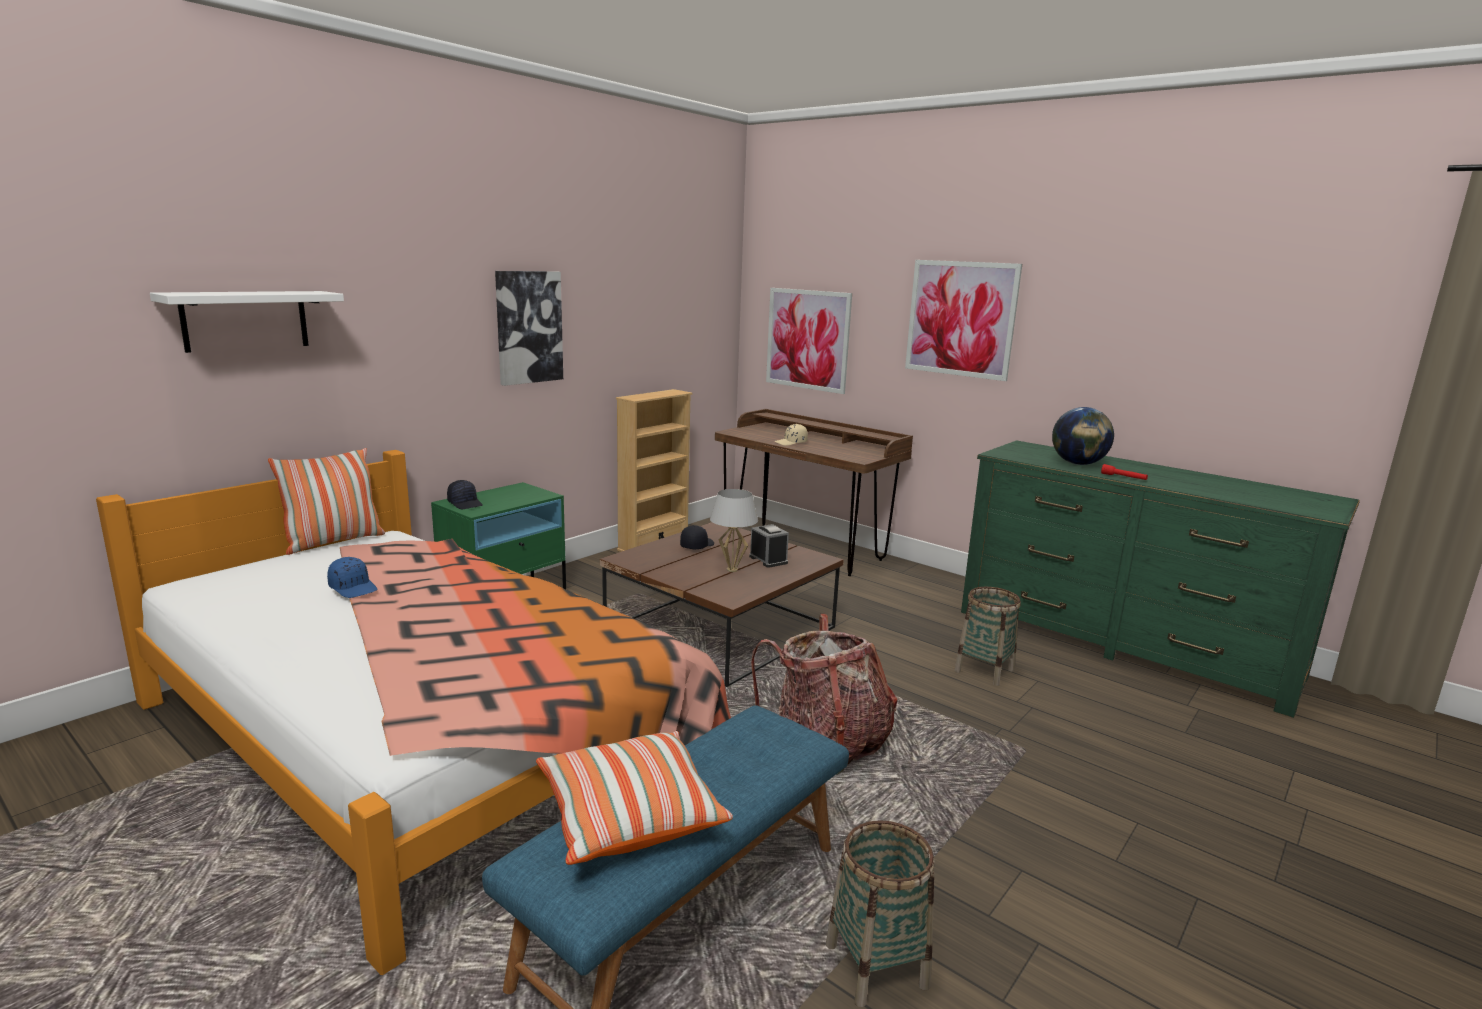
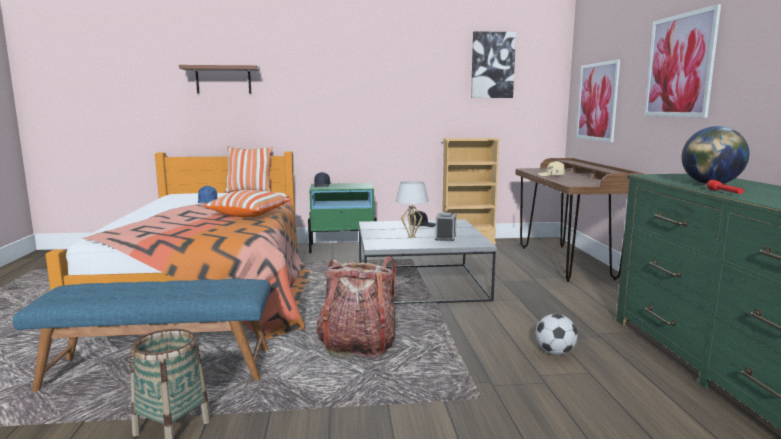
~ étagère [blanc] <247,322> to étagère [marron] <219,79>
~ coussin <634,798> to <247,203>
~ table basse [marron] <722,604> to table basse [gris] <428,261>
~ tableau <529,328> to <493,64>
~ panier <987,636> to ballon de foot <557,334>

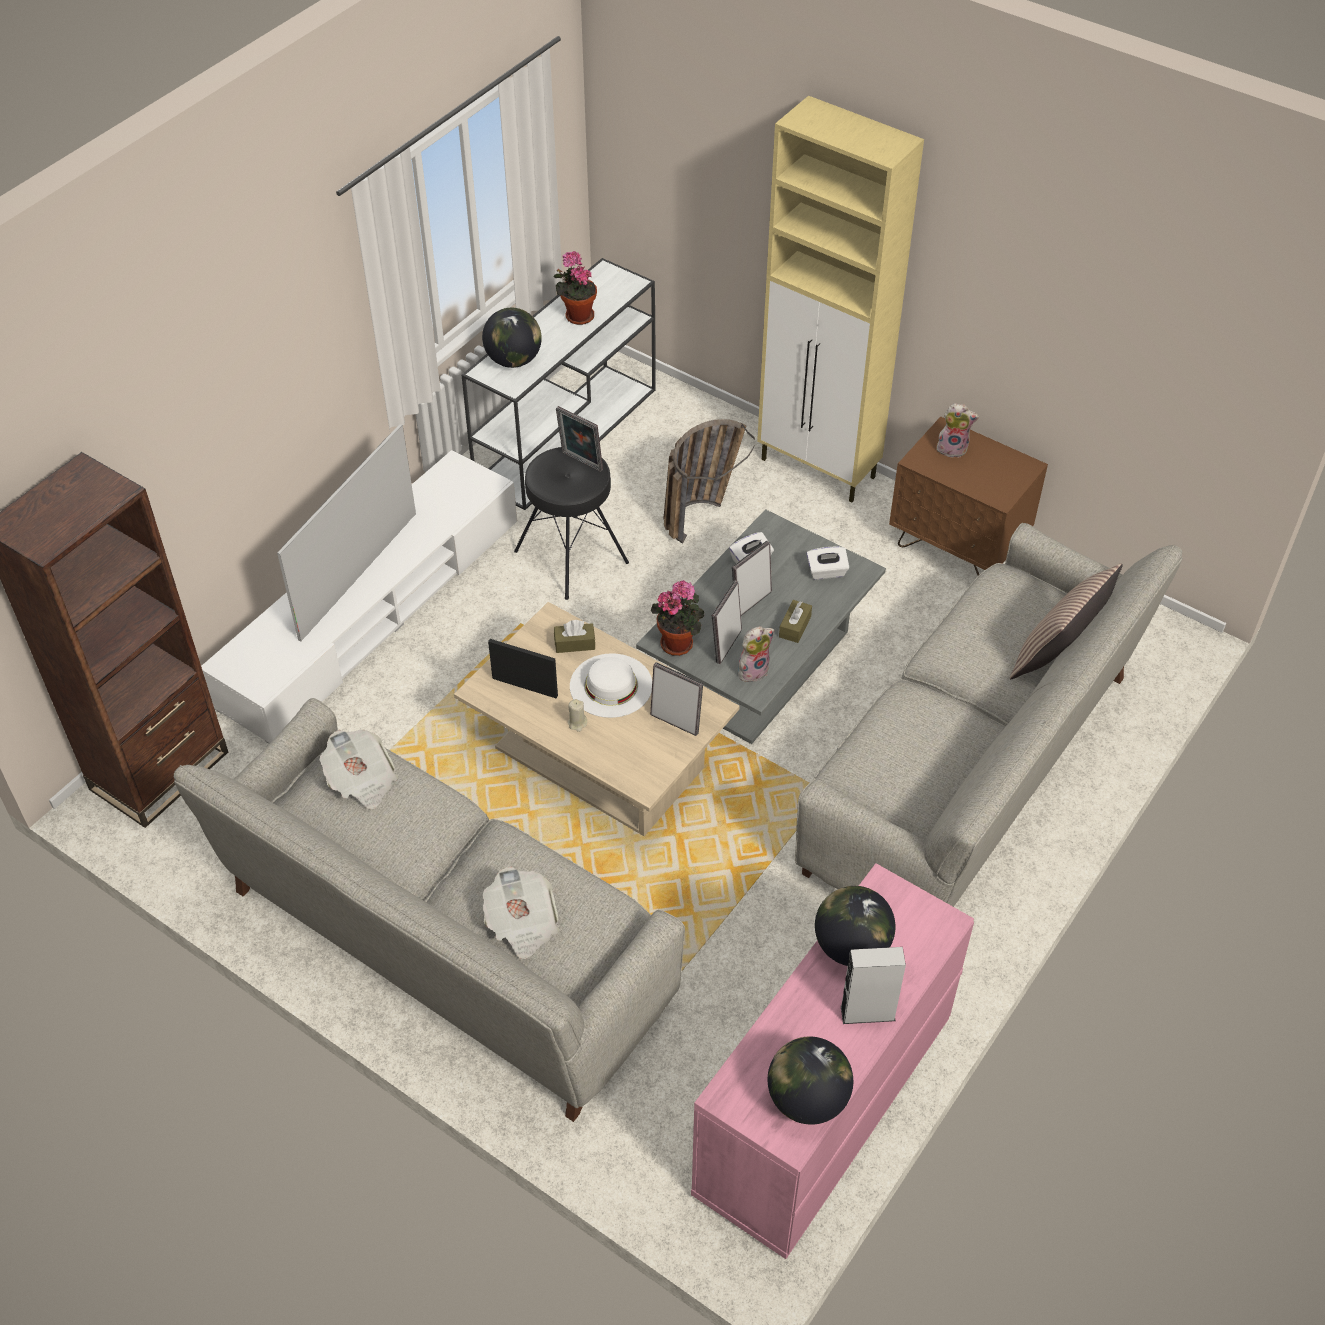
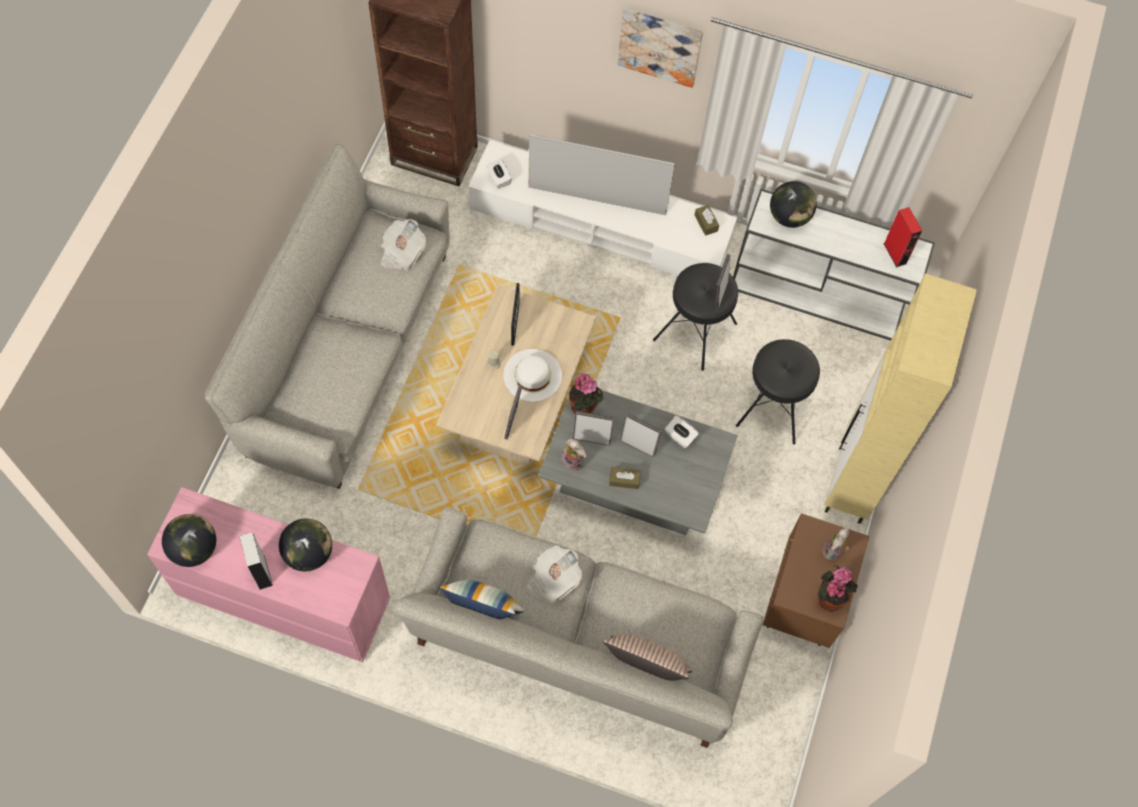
+ coussin <481,599>
~ boîte à mouchoirs [blanc] <827,563> to <499,173>
~ journal <521,912> to <554,574>
+ tableau <660,48>
~ boîte à mouchoirs [marron] <574,636> to <707,220>
~ panier <709,481> to tabouret [noir] <778,392>
~ plante en pot <575,288> to <838,589>
~ peluche <958,430> = <835,544> 45 degrees clockwise
+ enceinte [rouge] <902,237>

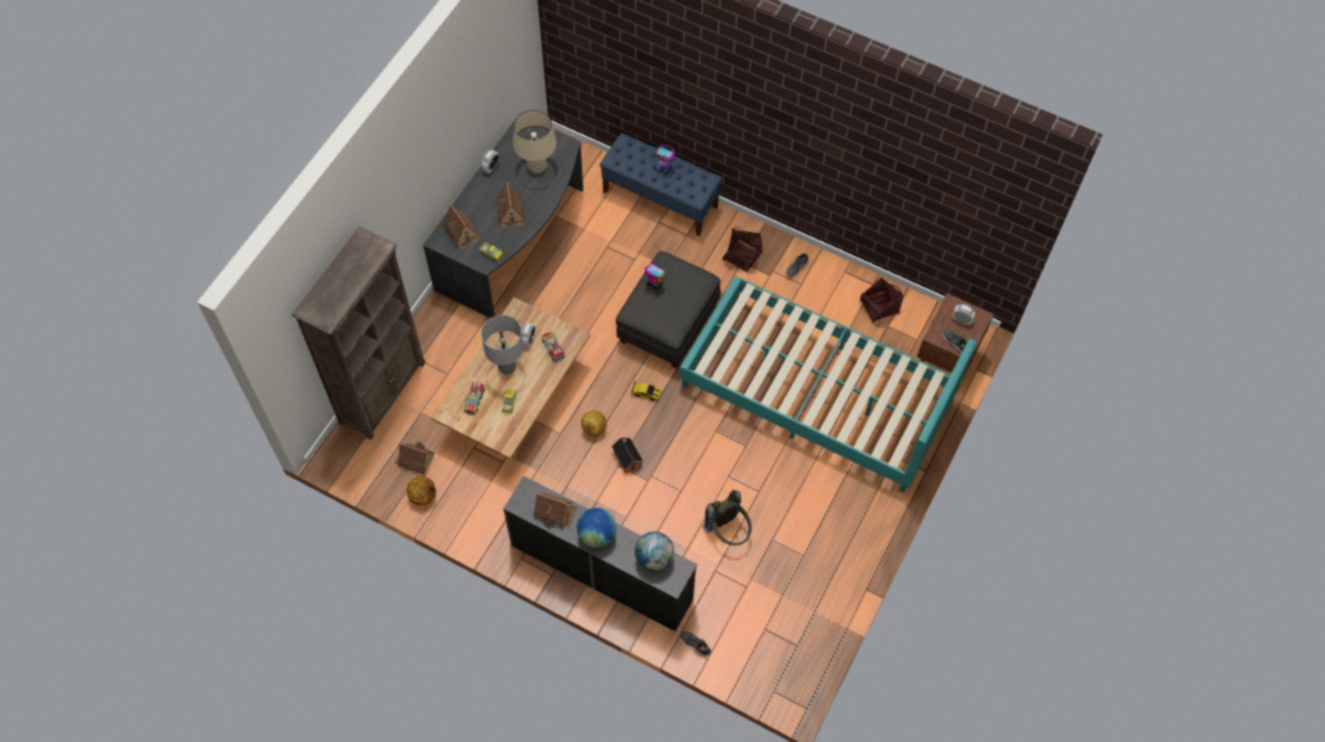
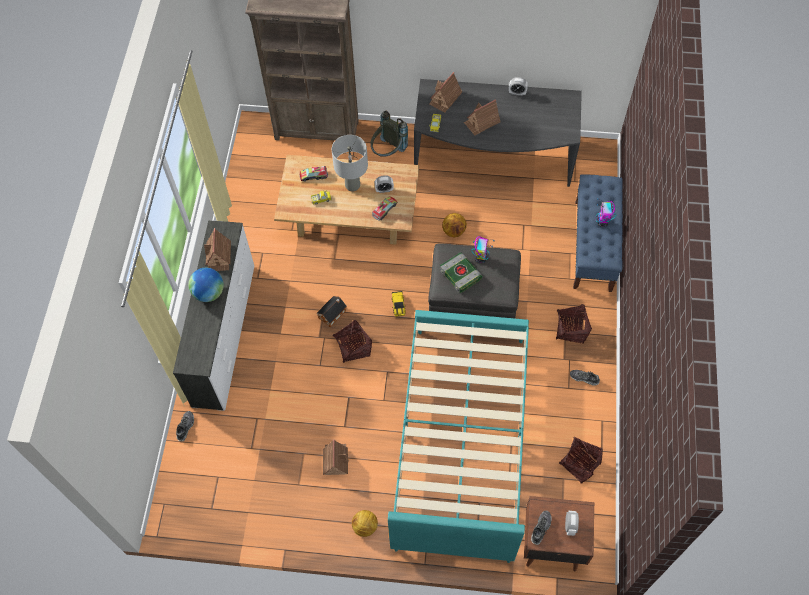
~ maison miniature <414,458> to <336,457>
+ panier <352,341>
~ ballon de foot <594,424> to <365,523>
~ sac à dos [gris] <727,517> to <389,134>
+ livre <461,272>
~ ballon de basket <421,490> to <454,225>
- lampe de table [beige] <535,142>
- globe <654,552>

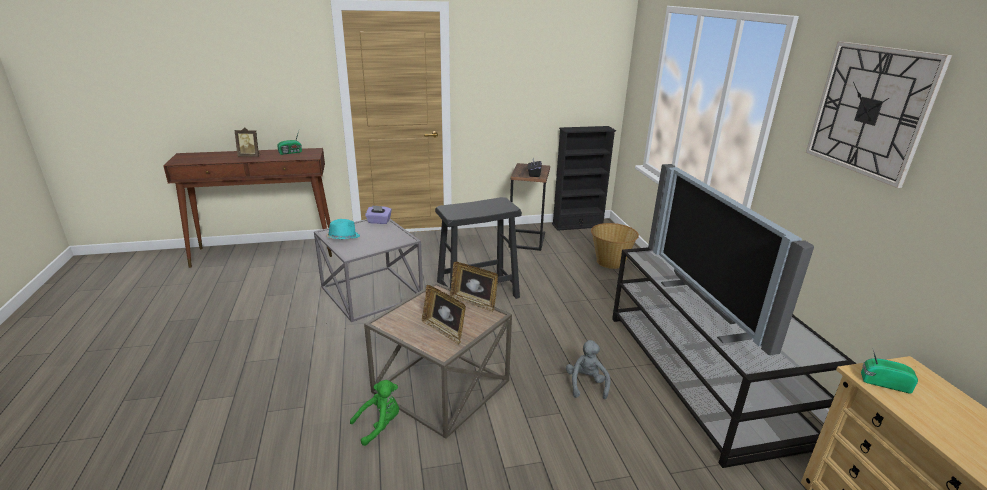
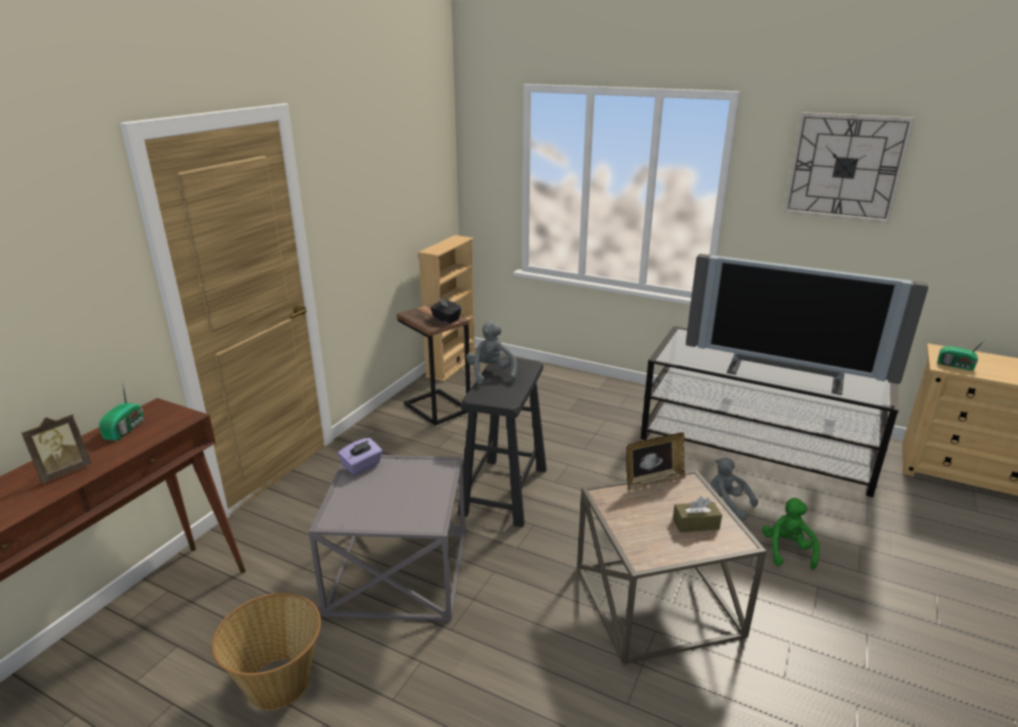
~ panier <615,246> to <266,651>
~ bibliothèque [noir] <584,178> to bibliothèque [beige] <446,308>
+ peluche [gris] <491,353>
~ cadre photo <444,315> to boîte à mouchoirs [marron] <697,514>
~ peluche [vert] <374,413> to <791,534>
~ radio <889,371> = <962,354> 120 degrees counterclockwise
- chapeau [turquoise] <343,229>

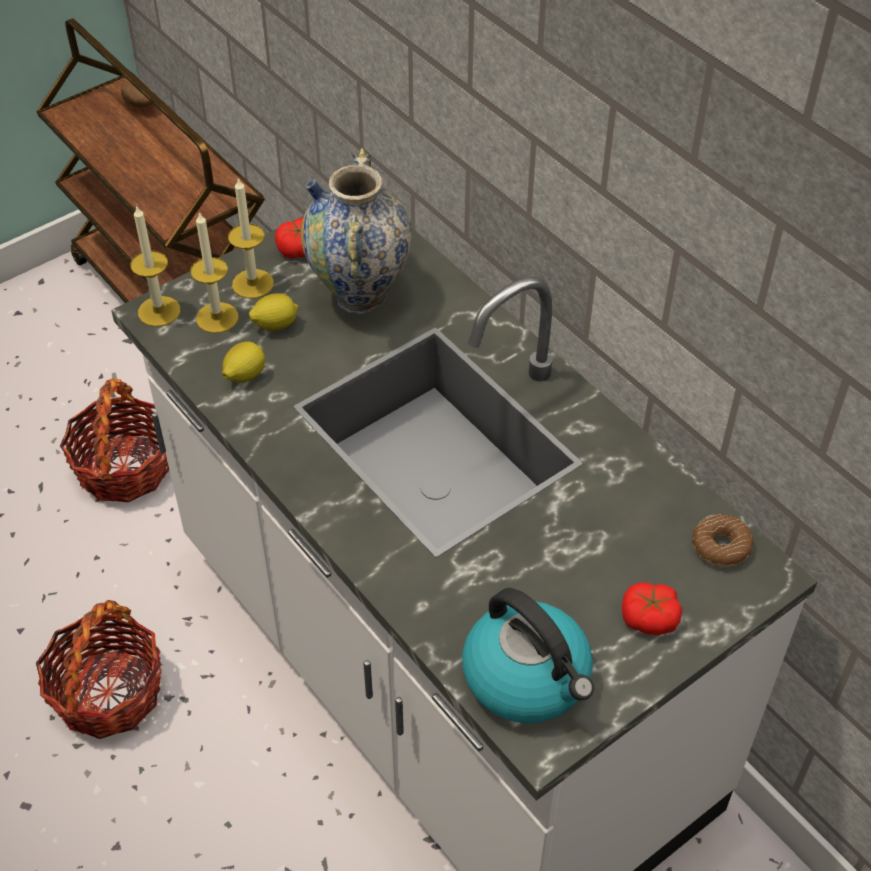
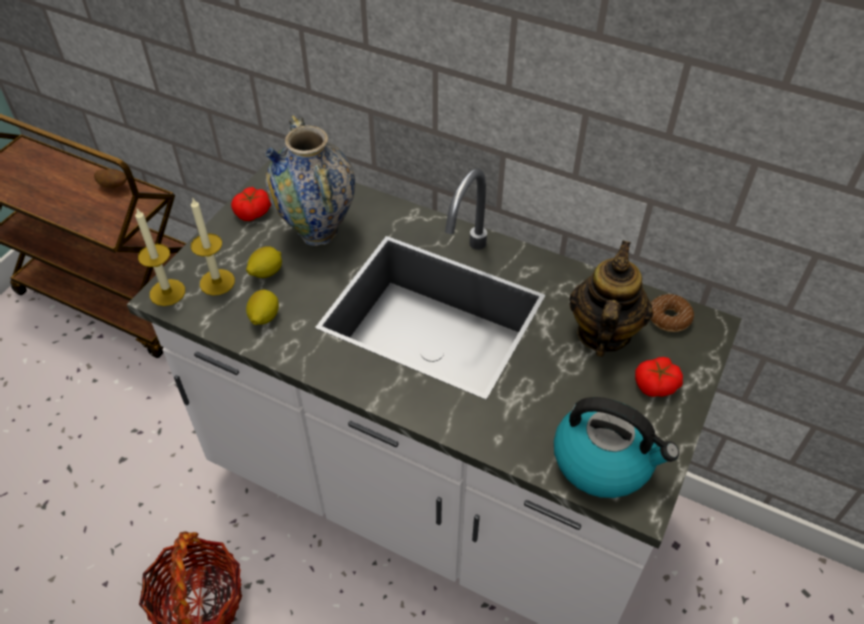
~ pomme de terre <137,95> to <110,178>
+ théière <611,298>
- panier <114,440>
- bougie <251,238>

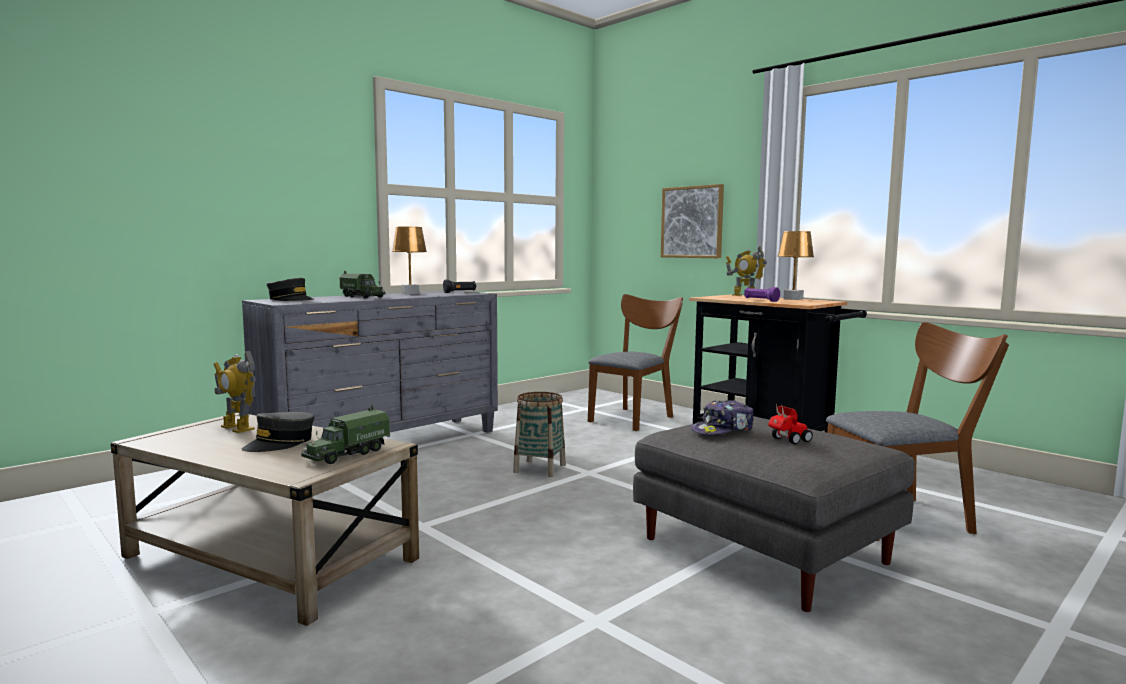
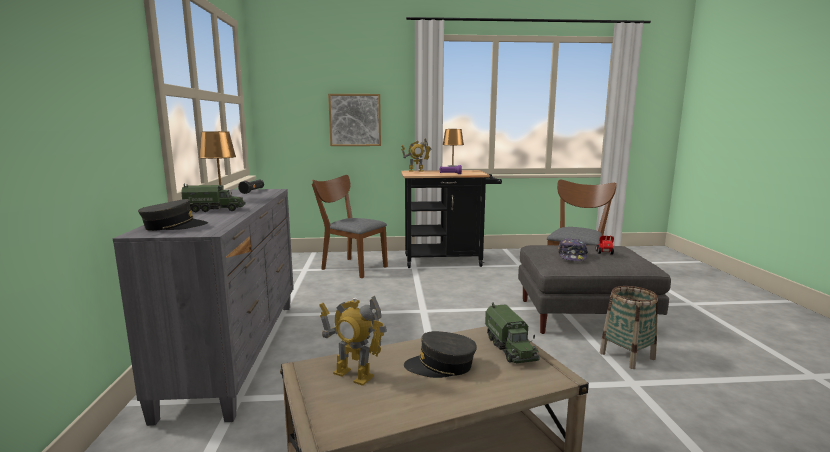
~ chaise [marron] <635,362> = <350,226> 45 degrees counterclockwise
~ robot jouet <234,392> = <353,341> 45 degrees clockwise
~ casquette [gris] <278,432> = <440,354> 105 degrees clockwise
~ panier <539,434> to <629,327>

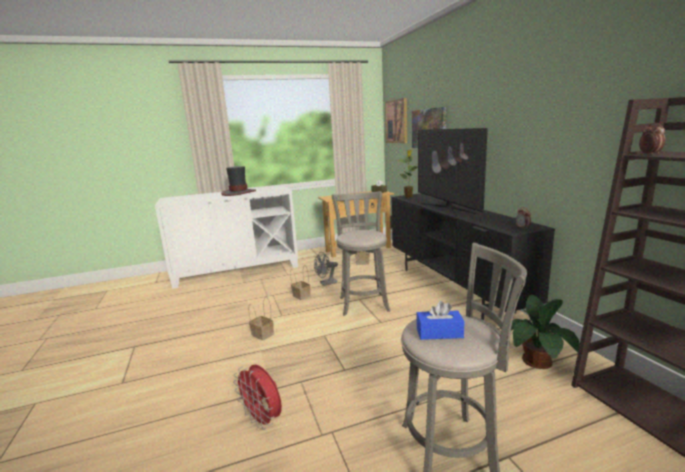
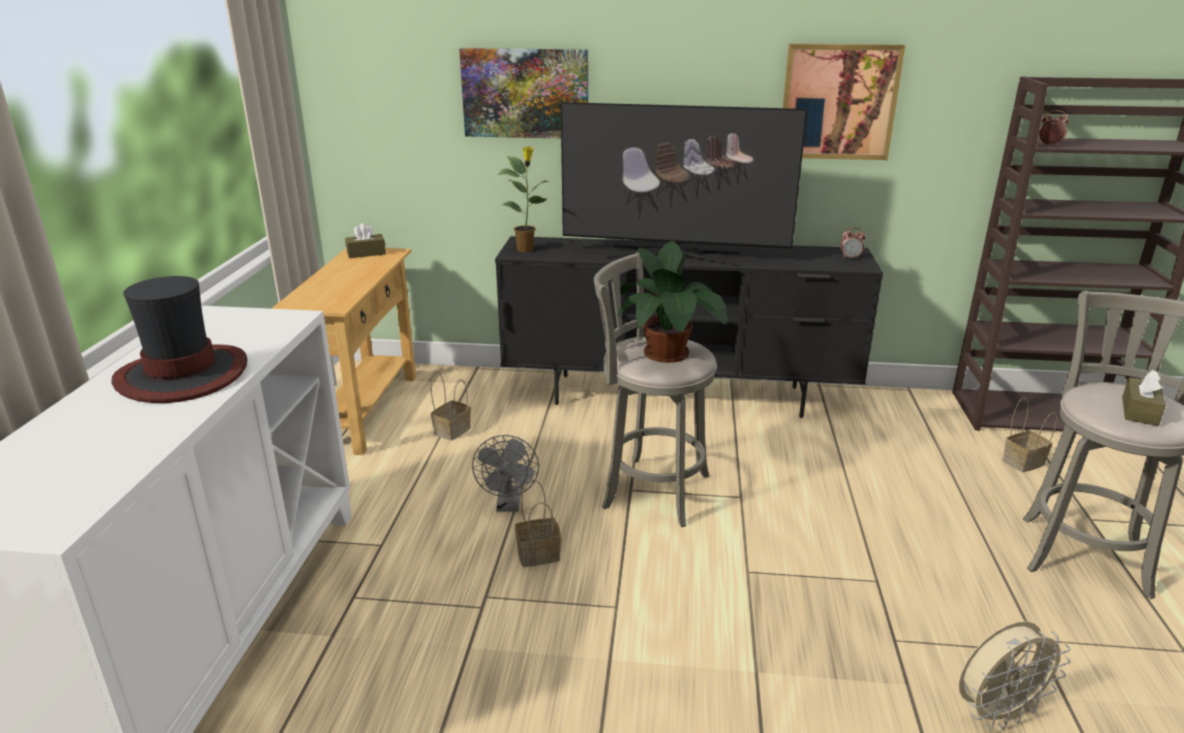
~ plante en pot <545,332> to <672,297>
~ tableau <396,120> to <844,102>
~ ventilateur [rouge] <257,397> to ventilateur [beige] <1014,675>
~ panier <261,318> to <1029,434>
~ boîte à mouchoirs [bleu] <440,320> to boîte à mouchoirs [marron] <1144,398>

